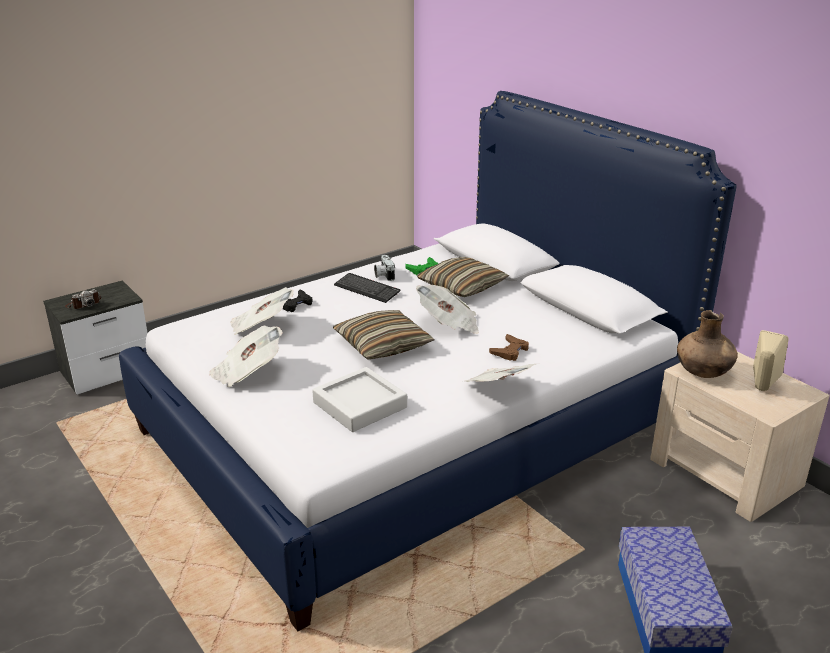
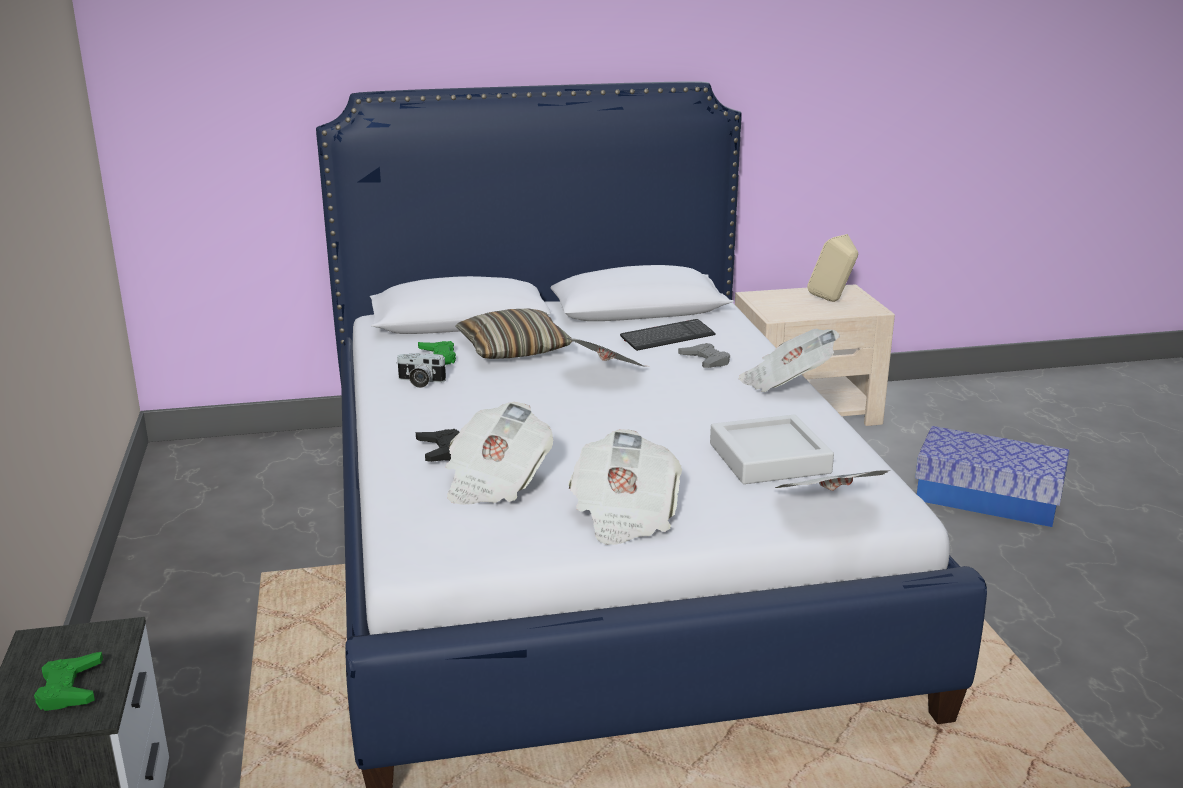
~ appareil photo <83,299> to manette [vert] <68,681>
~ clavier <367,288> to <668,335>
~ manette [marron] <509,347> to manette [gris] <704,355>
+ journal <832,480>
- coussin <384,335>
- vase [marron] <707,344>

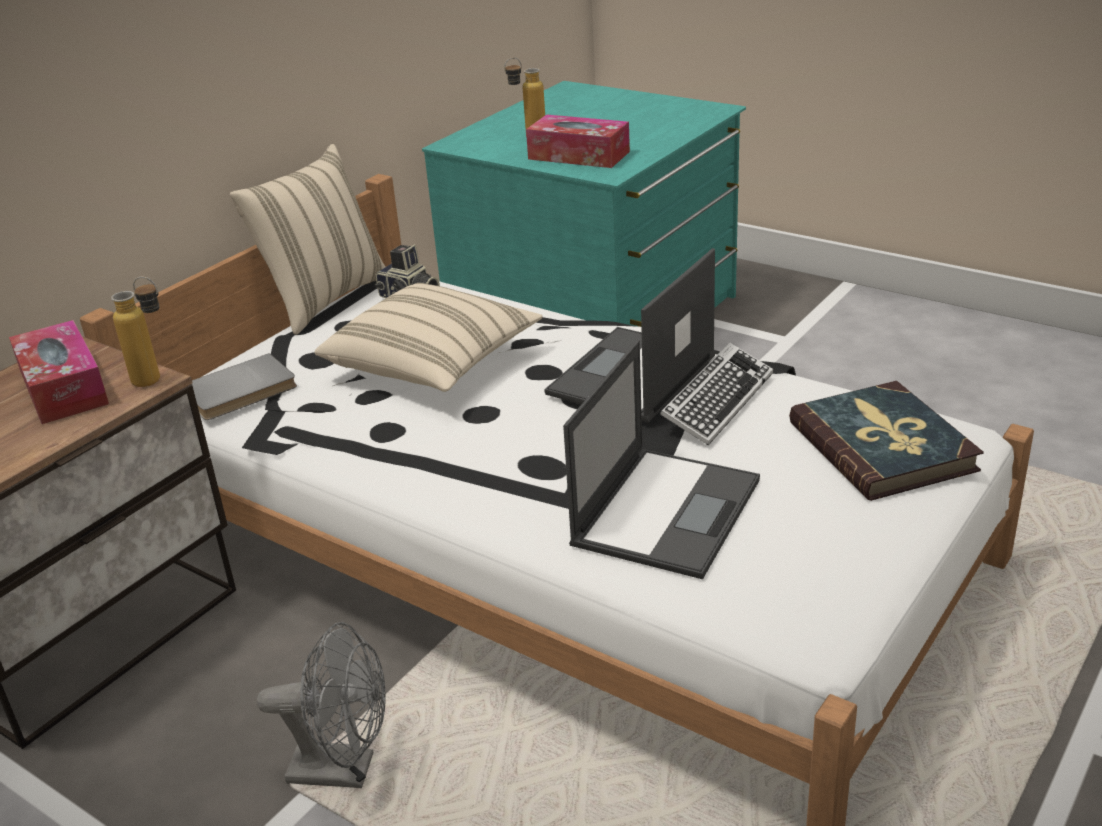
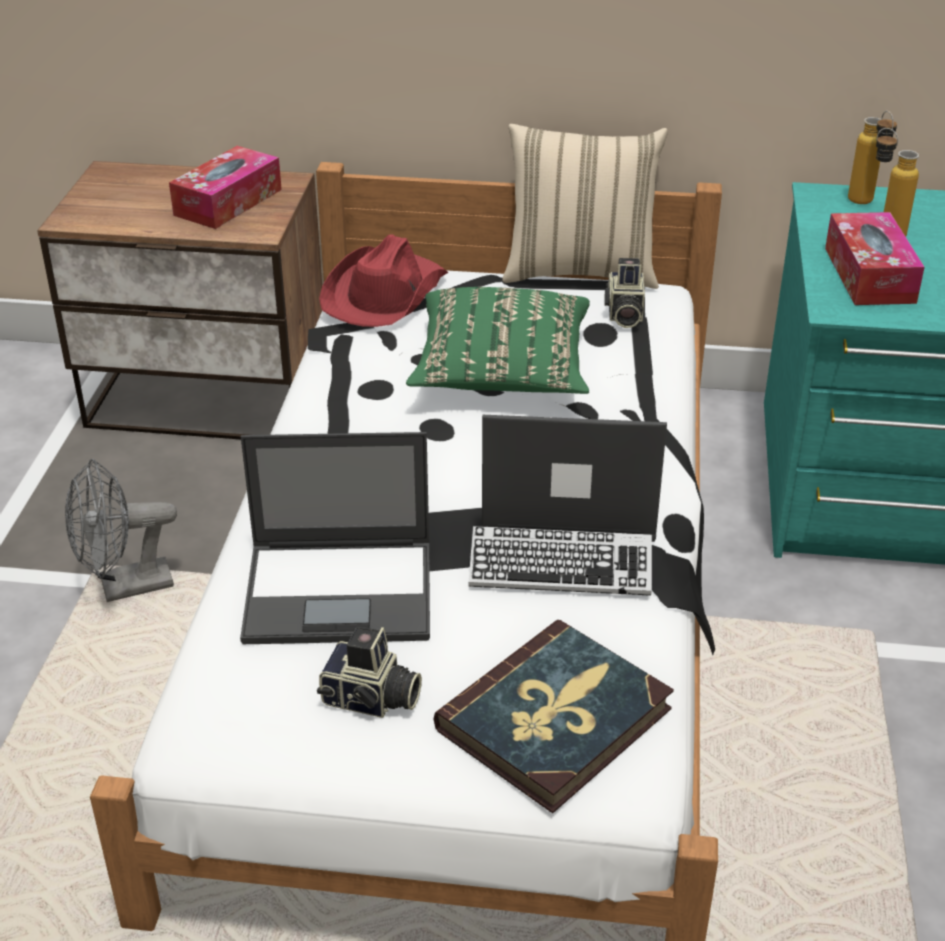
~ ventilateur [gris] <321,705> = <121,530> 90 degrees clockwise
+ appareil photo <369,672>
~ livre [gris] <244,386> to chapeau [rouge] <383,281>
~ coussin [beige] <428,337> to coussin [vert] <498,340>
~ bouteille <135,332> to <872,157>

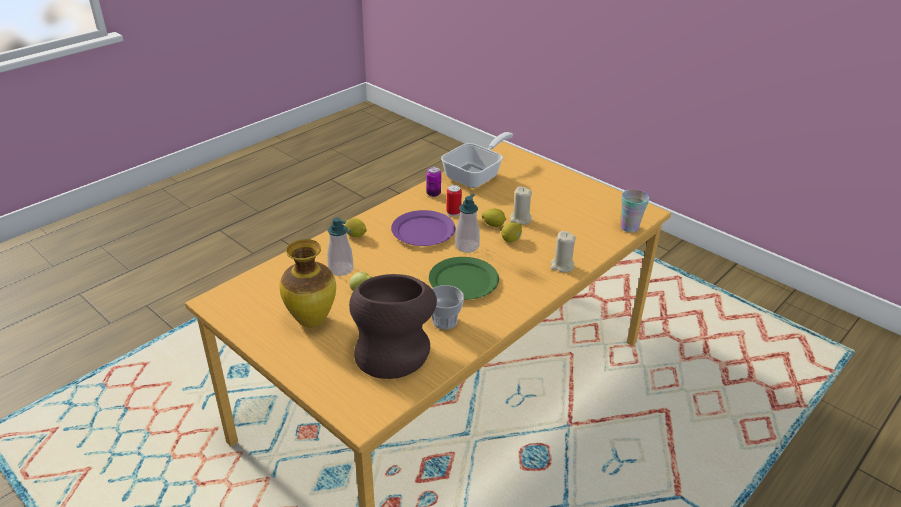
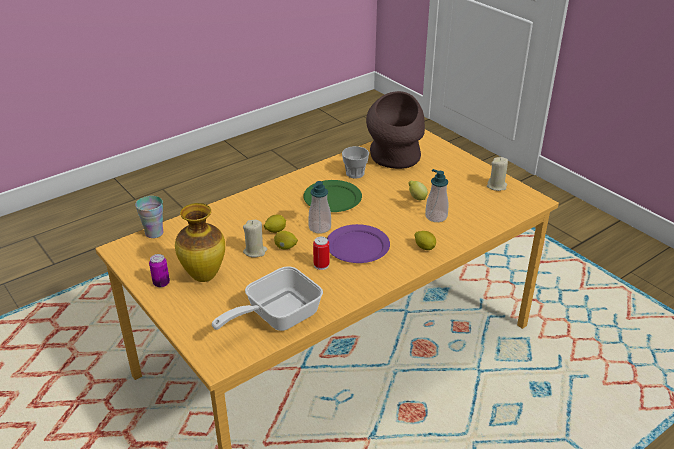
~ boîte métallique <433,182> to <159,270>
~ vase <307,283> to <200,242>
~ bougie [beige] <563,251> to <497,174>

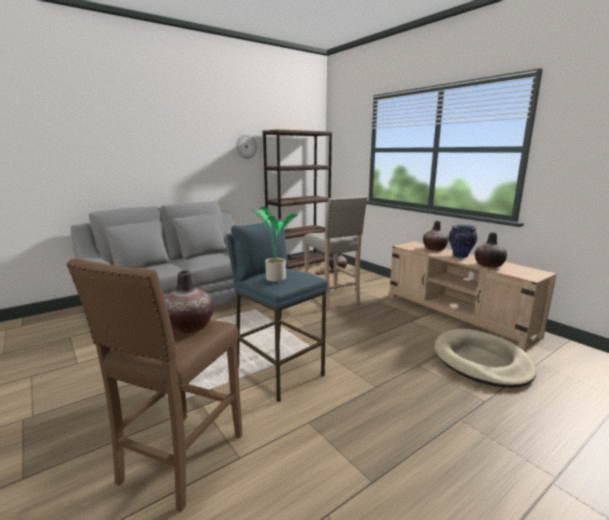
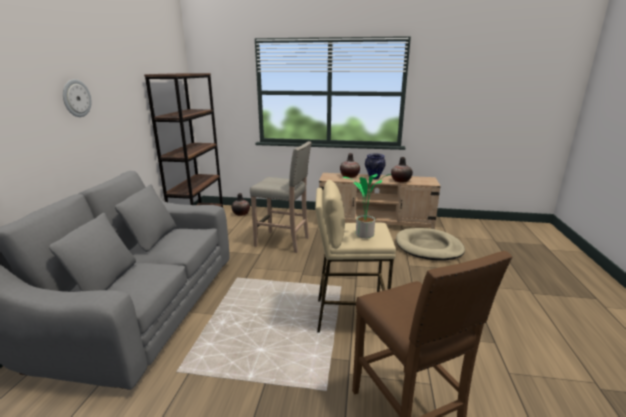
~ horloge murale <246,146> to <77,98>
~ tabouret [bleu] <277,310> to tabouret [beige] <355,256>
- vase <188,302>

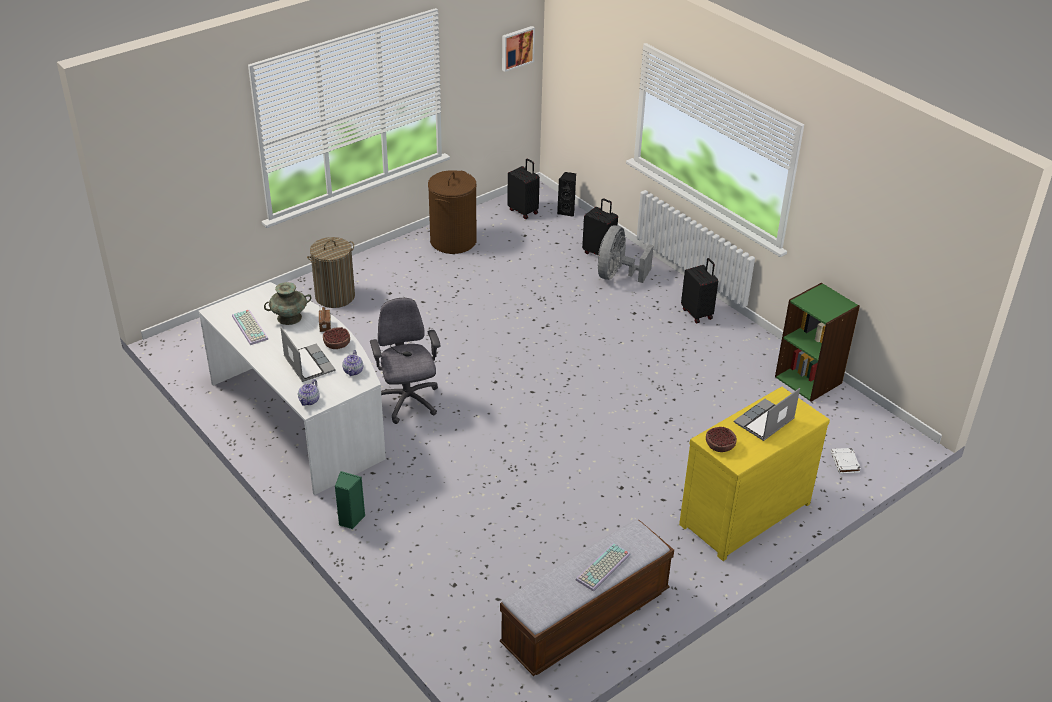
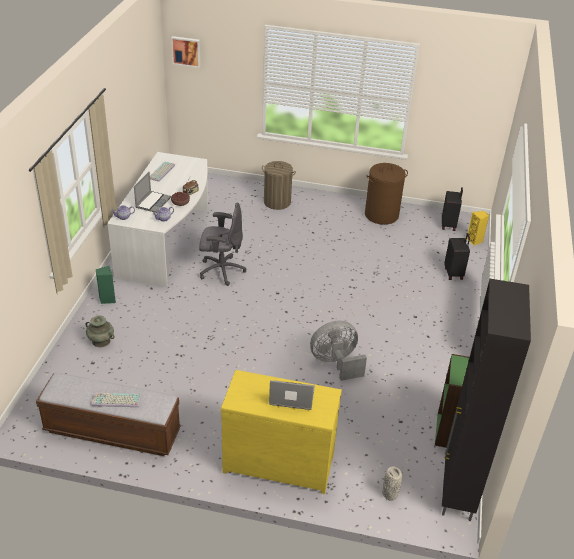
~ vase [turquoise] <287,303> to <100,331>
~ tableau <518,49> to <185,52>
~ chaise de bureau [gris] <405,361> = <222,244> 60 degrees clockwise
~ ventilateur [gris] <626,254> to <338,351>
~ livre [blanc] <845,461> to vase [gris] <392,483>
+ meuble de rangement [noir] <486,400>
~ enceinte [noir] <566,194> to enceinte [jaune] <478,228>
- valise [noir] <699,290>
- bol <721,439>

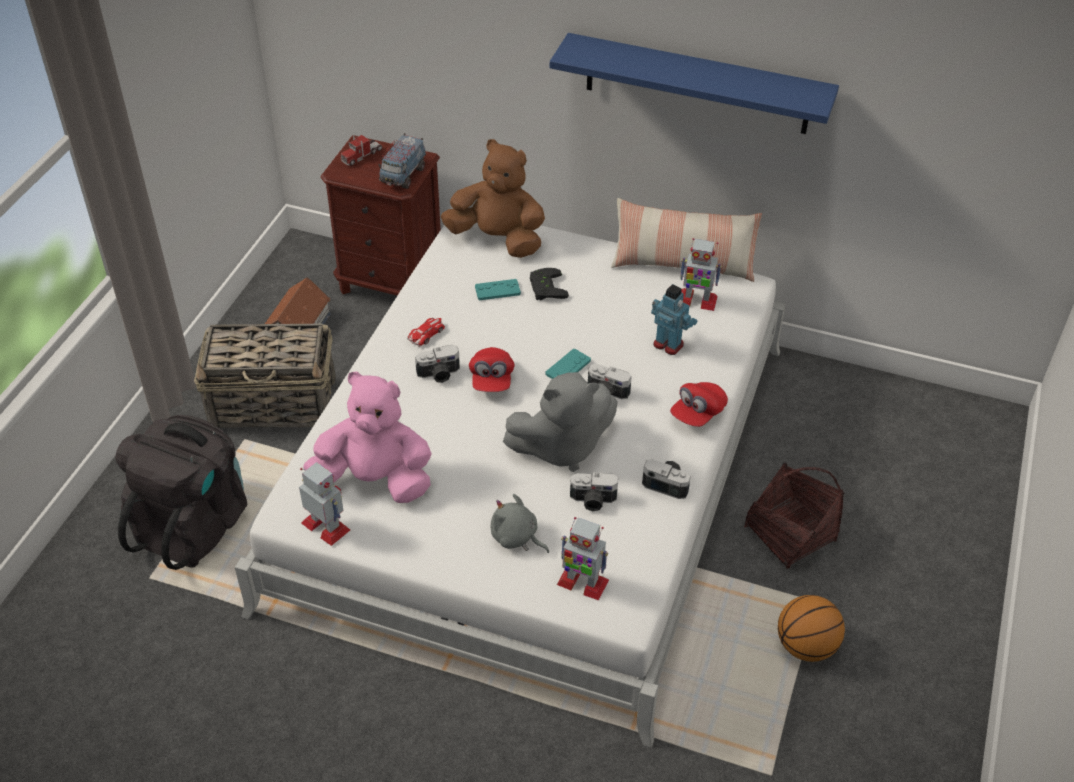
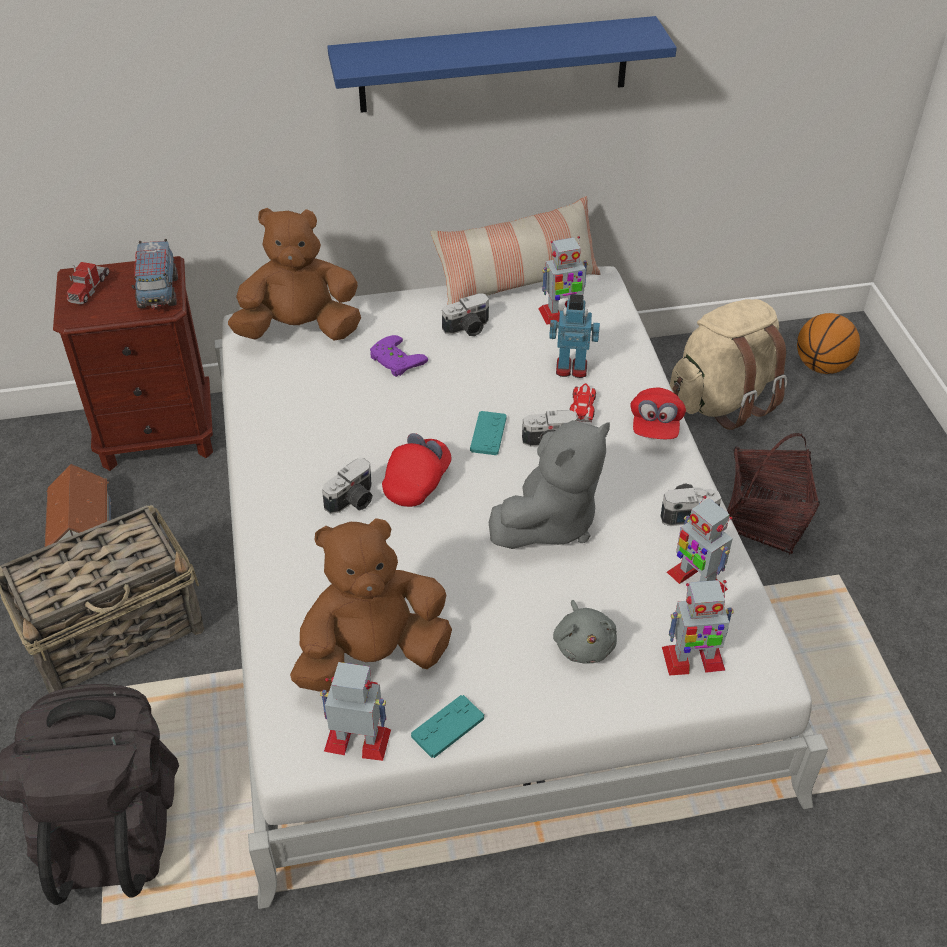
~ peluche [rose] <367,437> to peluche [marron] <371,605>
~ manette [noir] <549,284> to manette [violet] <399,356>
~ casquette [rouge] <492,369> = <416,470> 120 degrees counterclockwise
~ manette [turquoise] <498,289> to <447,726>
~ appareil photo <594,491> to <465,314>
~ peluche [gris] <520,523> = <585,632> 105 degrees counterclockwise
~ petite voiture <426,332> to <583,402>
+ robot jouet <700,544>
+ sac à dos [beige] <728,364>
~ ballon de basket <811,628> to <828,343>

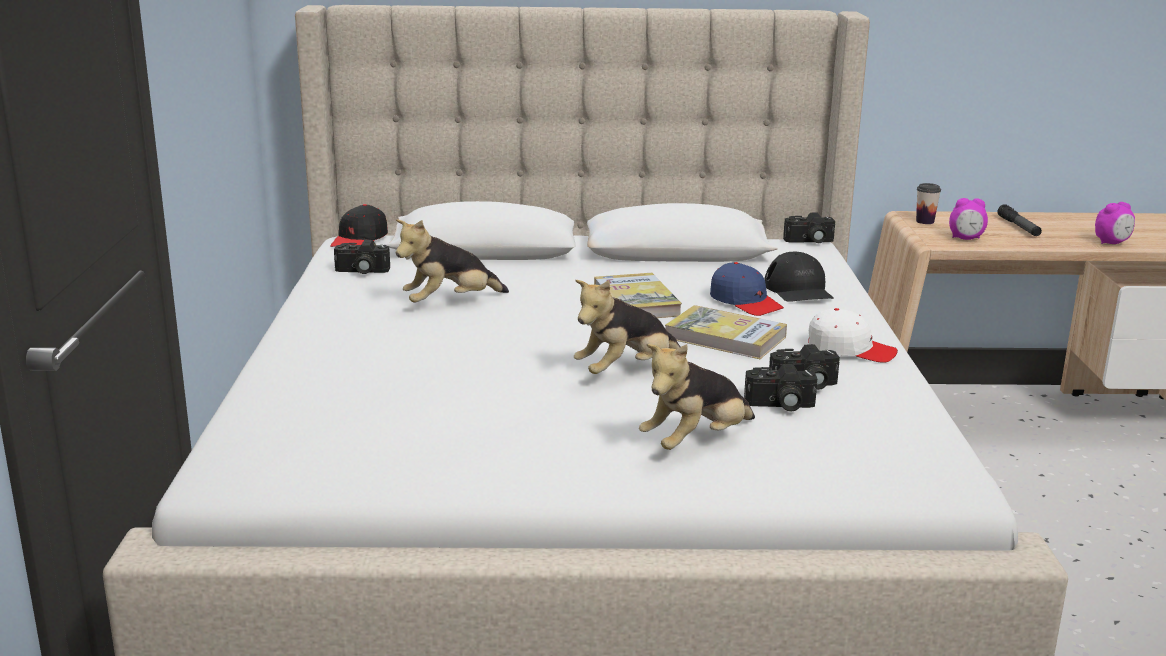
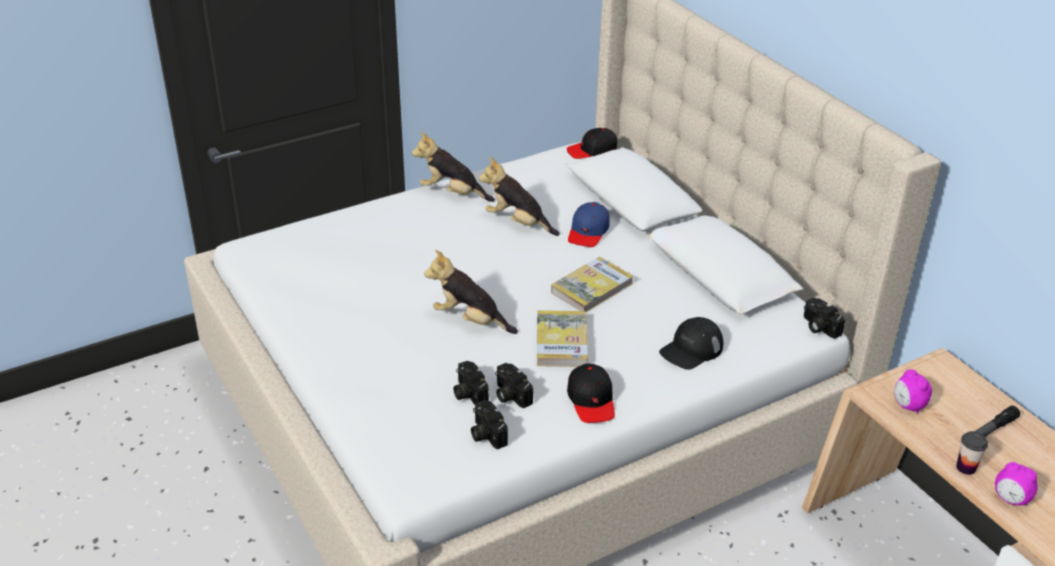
~ peluche <697,397> to <453,167>
~ appareil photo <362,257> to <489,424>
~ casquette [blanc] <853,335> to casquette [noir] <591,393>
~ casquette [bleu] <747,289> to <589,224>
~ tasse <928,203> to <972,453>

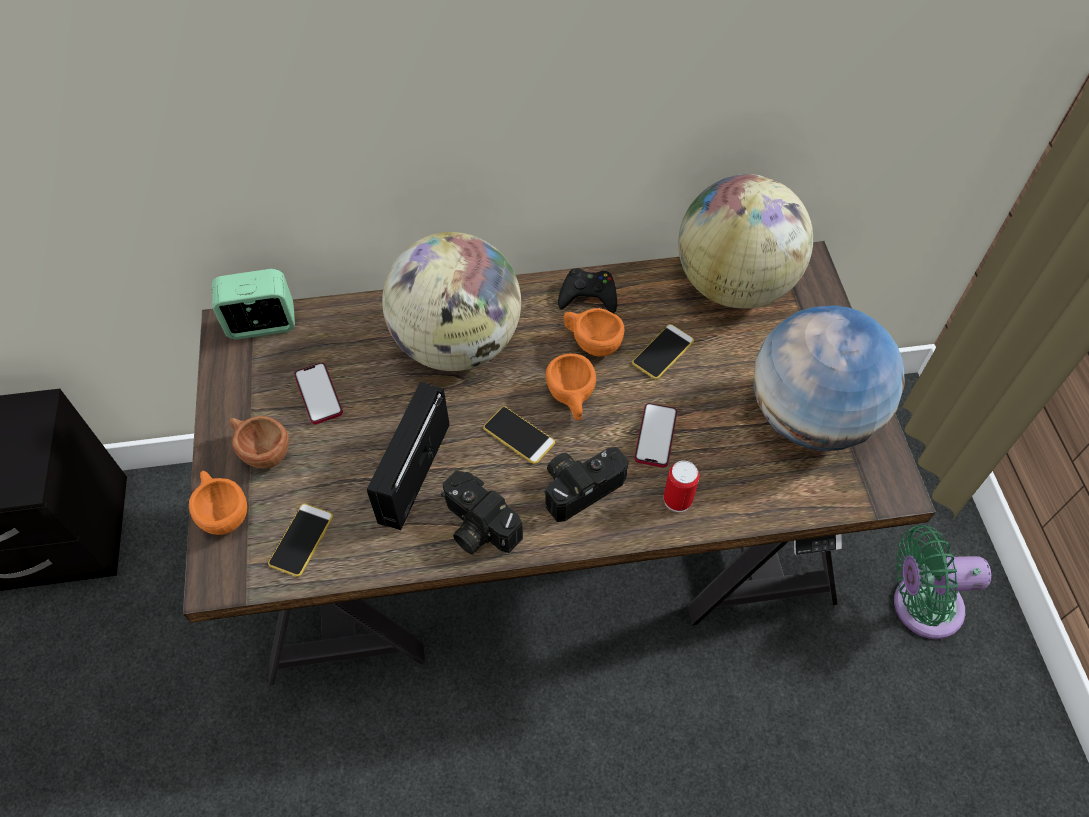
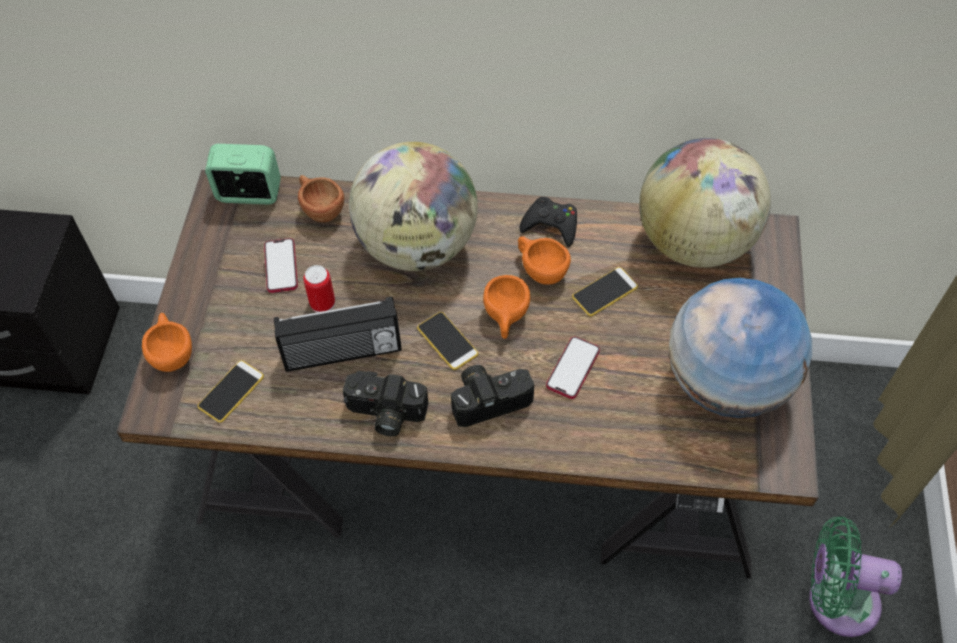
~ radio <408,456> = <338,334> 135 degrees counterclockwise
~ tasse [marron] <259,442> to <321,198>
~ boîte métallique <682,486> to <319,289>
~ appareil photo <482,512> = <385,403> 45 degrees counterclockwise

